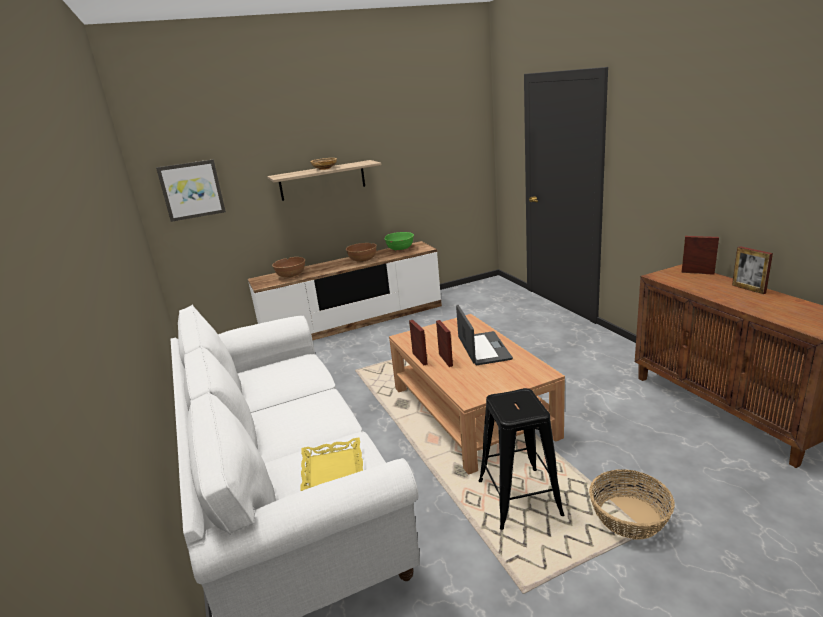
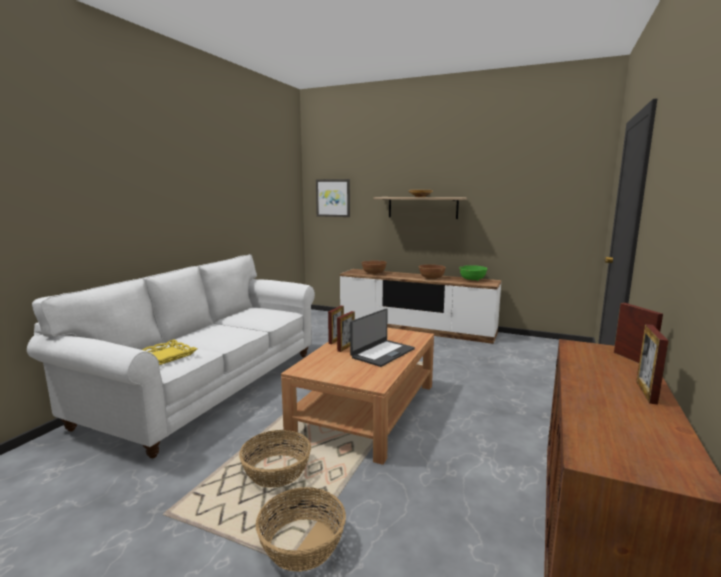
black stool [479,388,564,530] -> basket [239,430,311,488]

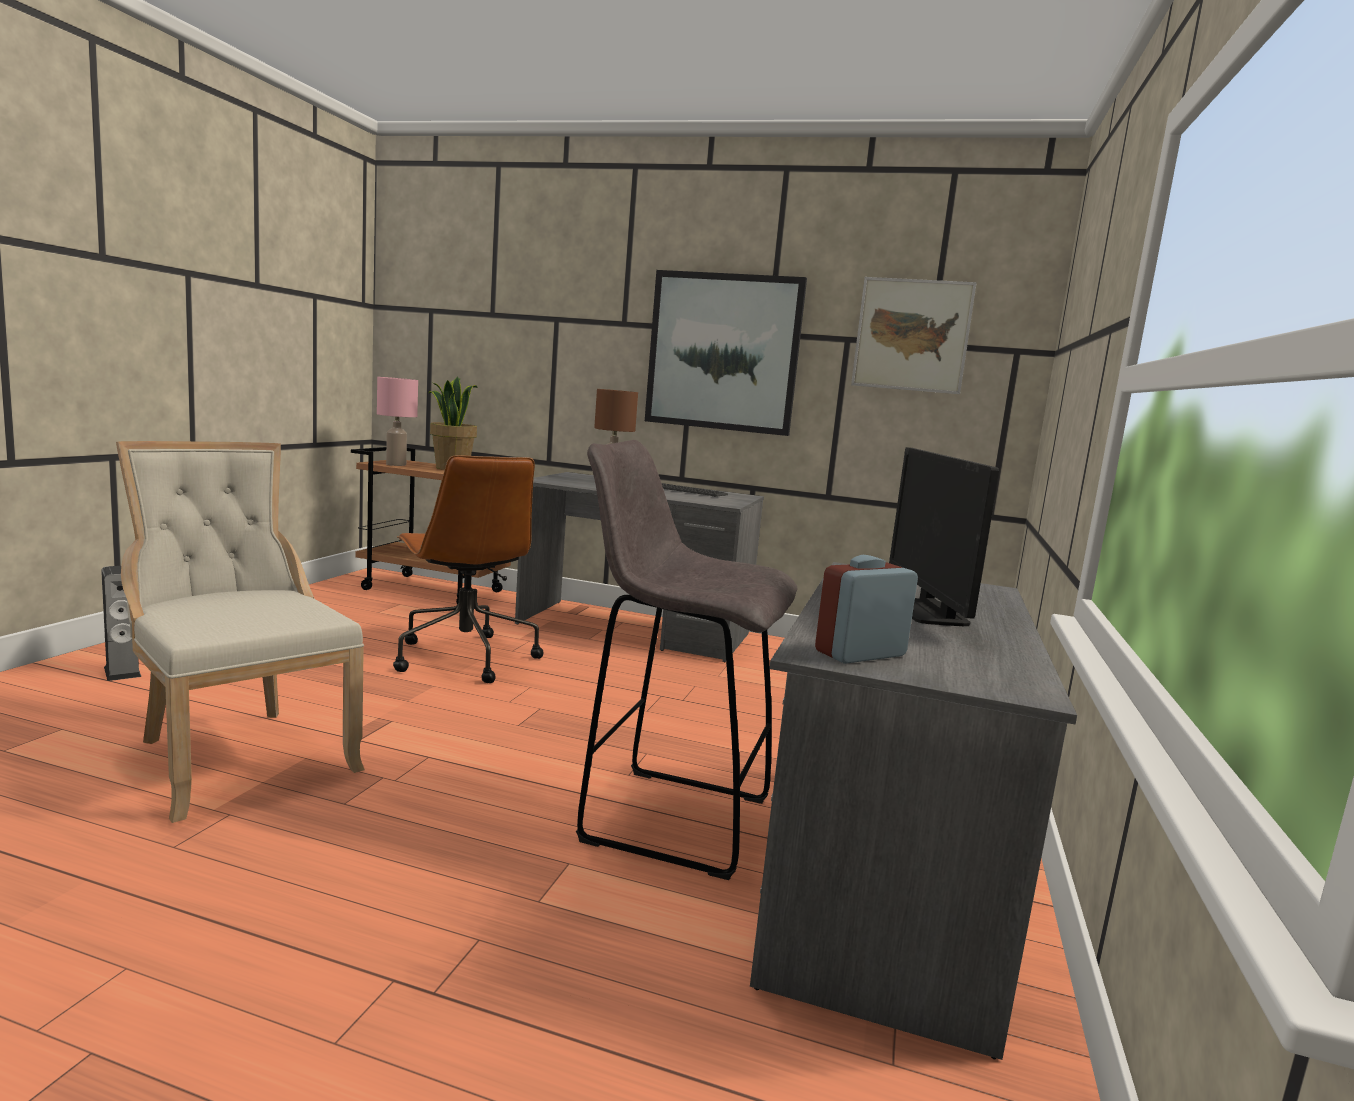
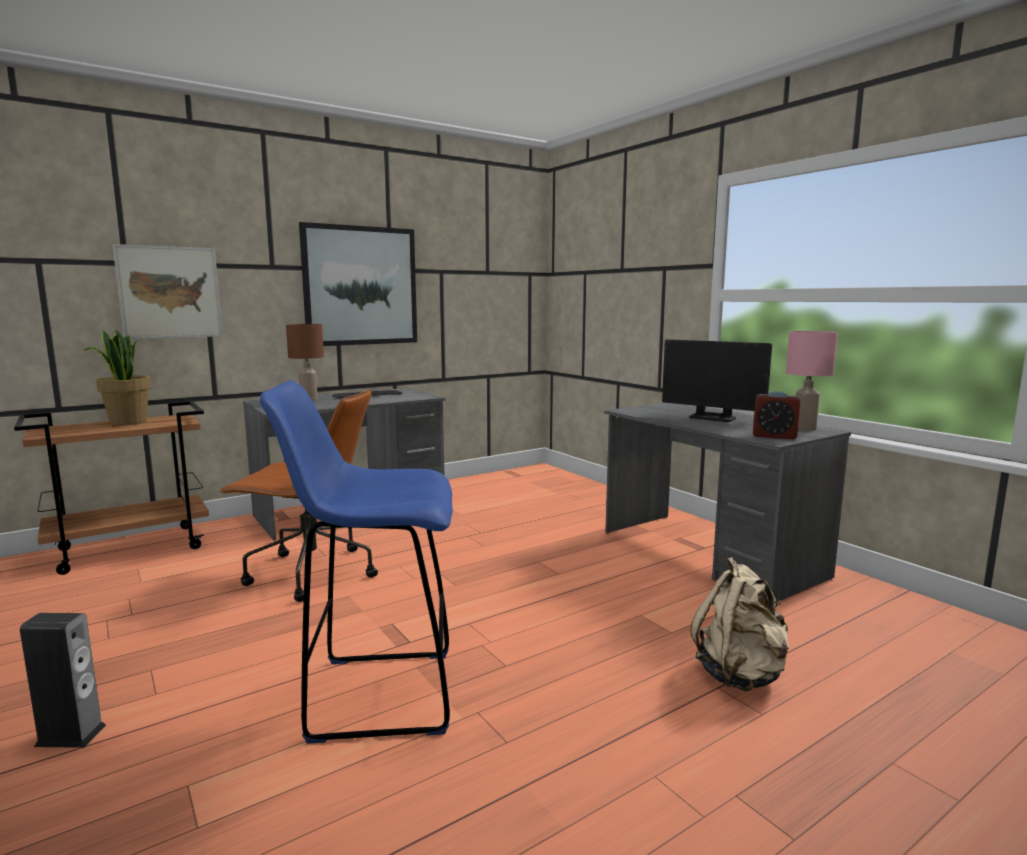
picture [851,277,977,394] -> picture [112,244,223,339], relocated
pink table lamp [377,377,418,466] -> pink table lamp [786,331,838,431], relocated
grey stool [576,440,798,880] -> none
beige chair [116,441,365,823] -> blue stool [260,380,453,744]
alarm clock [815,555,918,664] -> alarm clock [753,391,800,439], 75 degrees counterclockwise
none -> beige backpack [690,557,789,691]

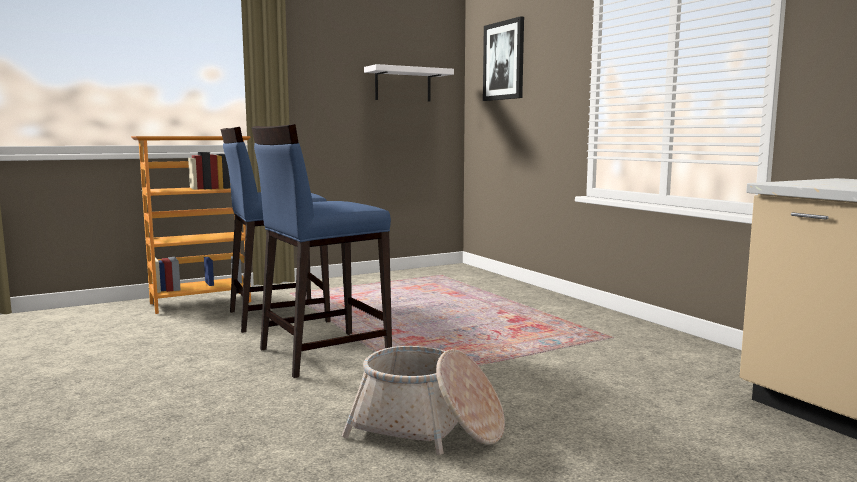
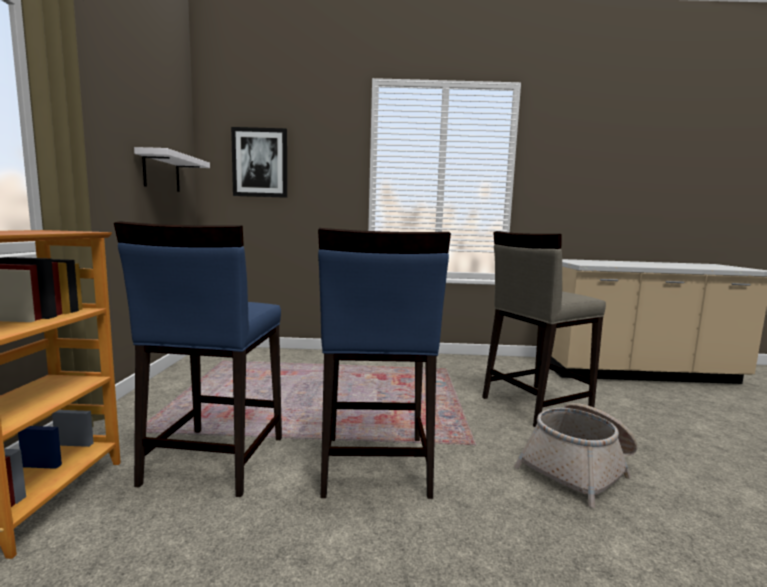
none -> beige stool [482,231,606,427]

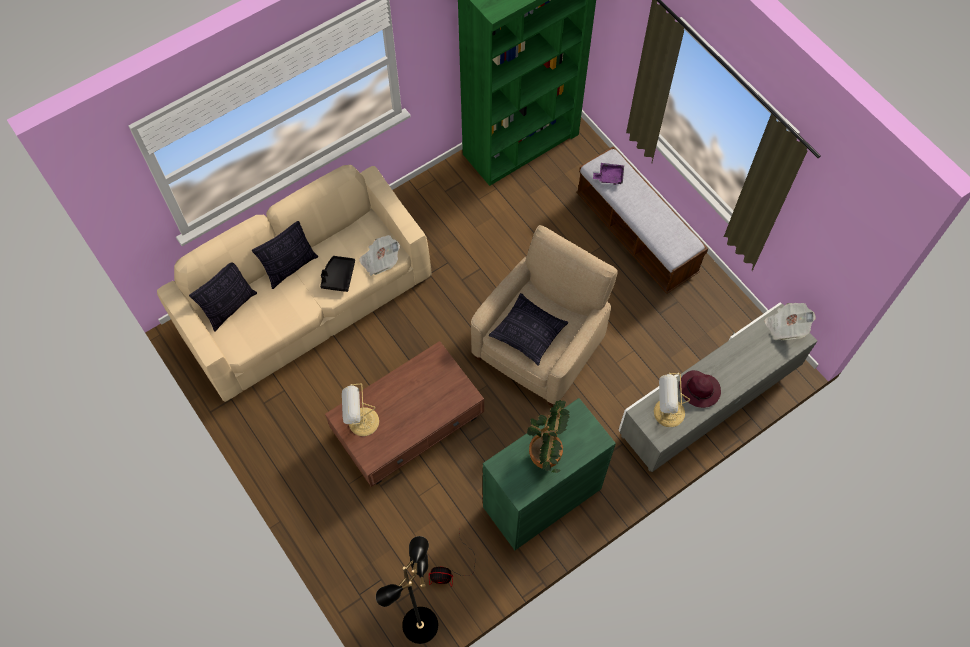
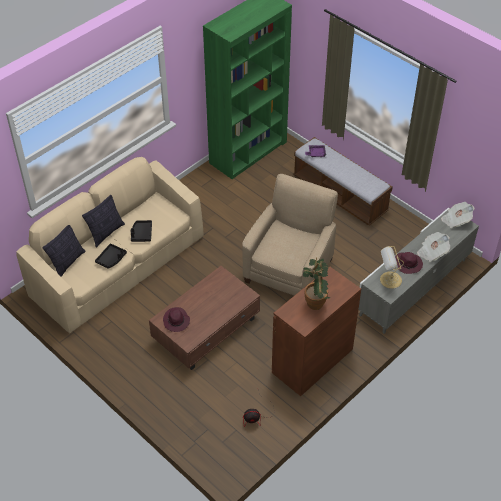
newspaper [359,235,400,276] -> newspaper [417,232,450,262], relocated
pillow [489,293,568,365] -> none
table lamp [342,384,379,436] -> purple hat [163,307,190,332]
green cabinet [483,398,616,550] -> brown cabinet [272,267,361,396]
black floor lamp [376,536,438,644] -> none
none -> black tray [95,243,127,269]

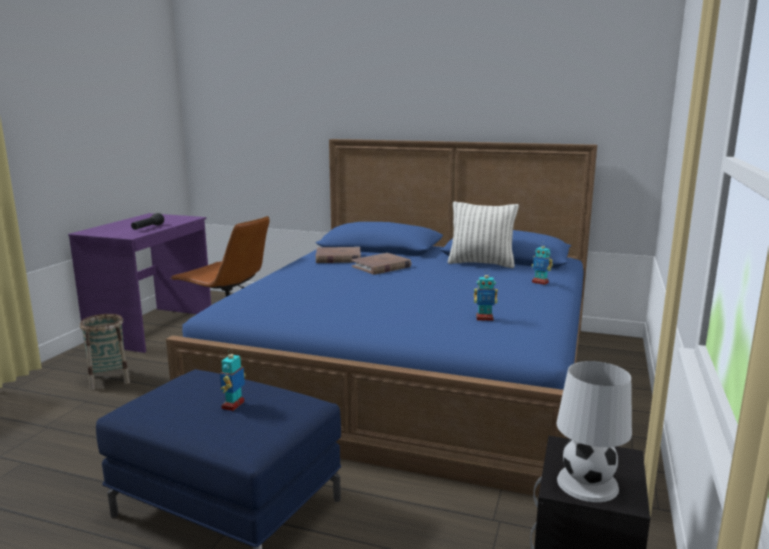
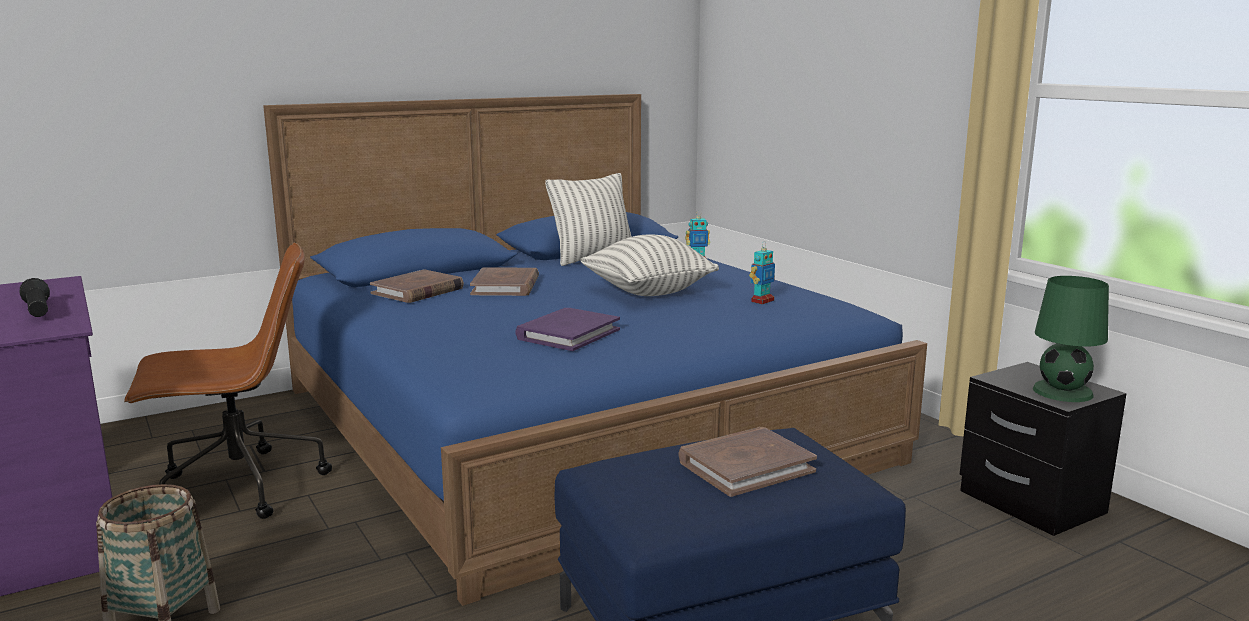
toy robot [220,348,246,411] -> brown book [679,427,817,497]
white table lamp [557,361,632,502] -> green table lamp [1033,276,1109,402]
none -> pillow [580,234,719,296]
none -> purple book [515,308,620,351]

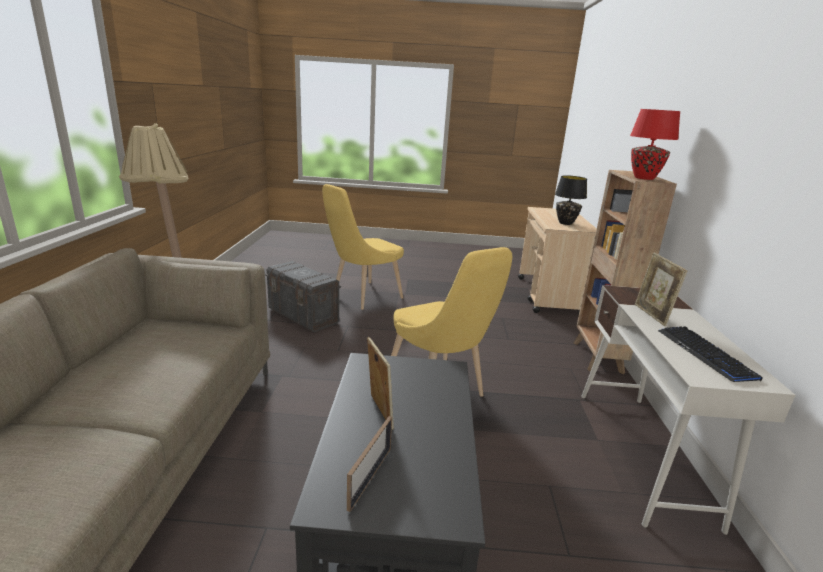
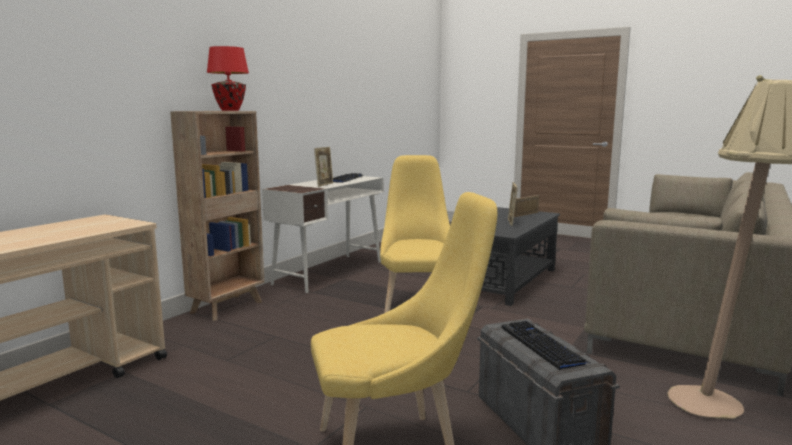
black table lamp [555,175,587,225] -> none
none -> keyboard [501,321,592,371]

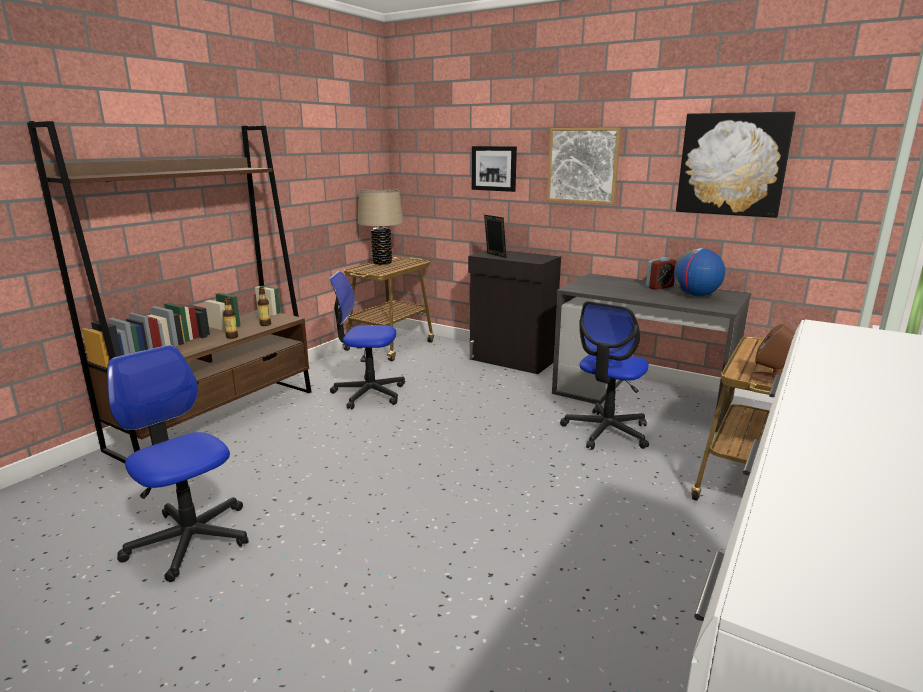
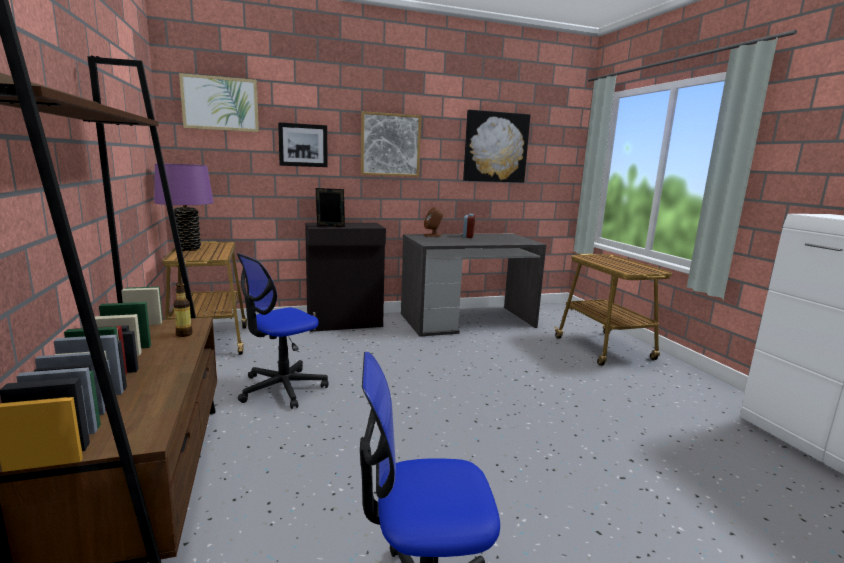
beige table lamp [358,189,404,265] -> purple table lamp [154,164,214,251]
globe [674,248,725,297] -> none
bottle [223,297,238,339] -> none
office chair [560,301,649,450] -> none
brown speaker [751,324,795,384] -> brown speaker [424,207,443,237], relocated
none -> picture [179,73,259,132]

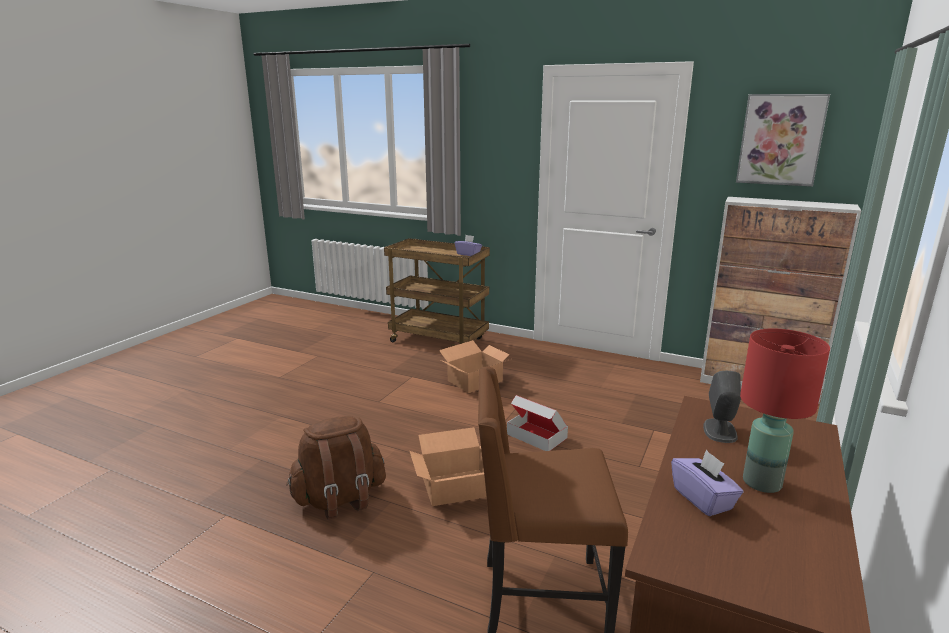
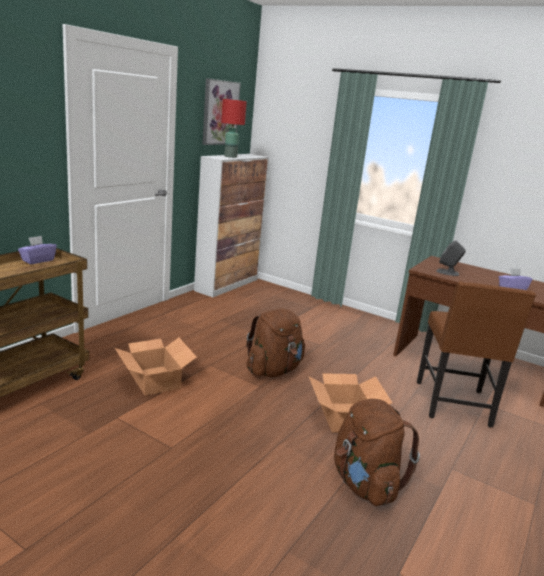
red table lamp [740,328,830,493] -> red table lamp [221,99,247,158], relocated
cardboard box [507,395,568,451] -> brown backpack [246,309,305,377]

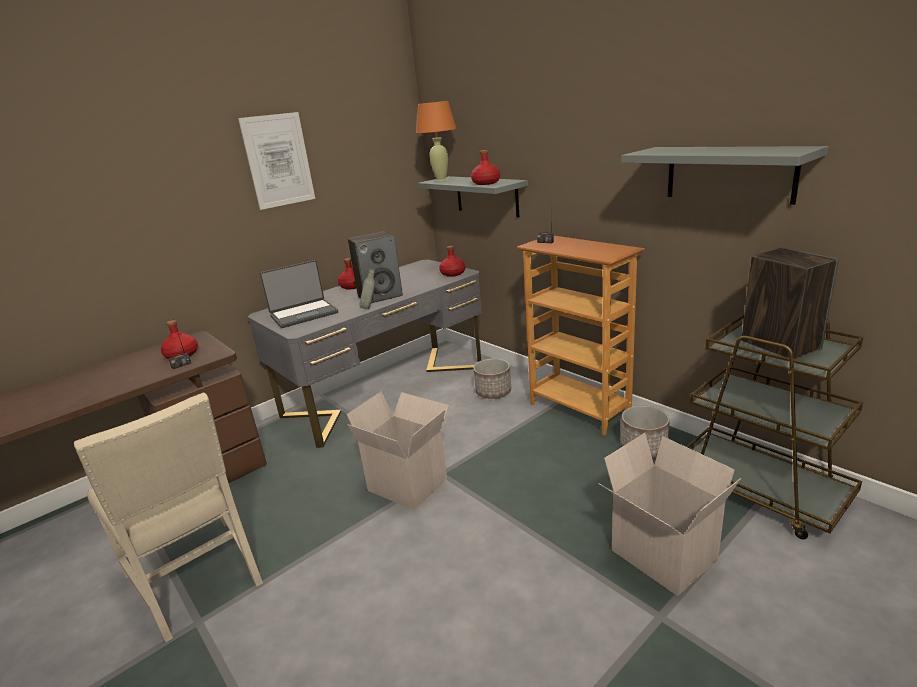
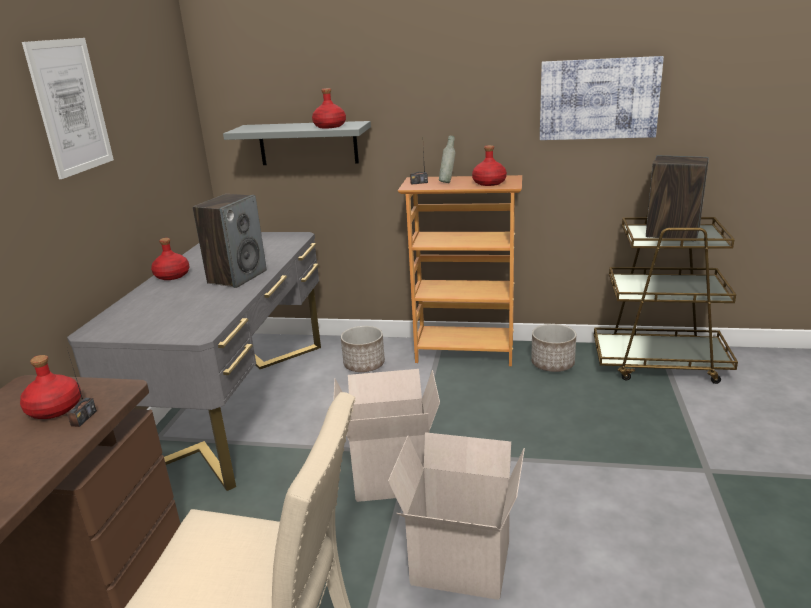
orange table lamp [416,101,456,182] -> none
grey shelf [621,146,828,205] -> picture [540,56,664,140]
red bottle [439,246,465,277] -> red bottle [472,145,507,186], relocated
laptop [259,260,338,328] -> none
grey bottle [359,268,375,309] -> grey bottle [439,135,455,183], relocated
cardboard box [598,433,741,596] -> cardboard box [388,432,525,600], relocated

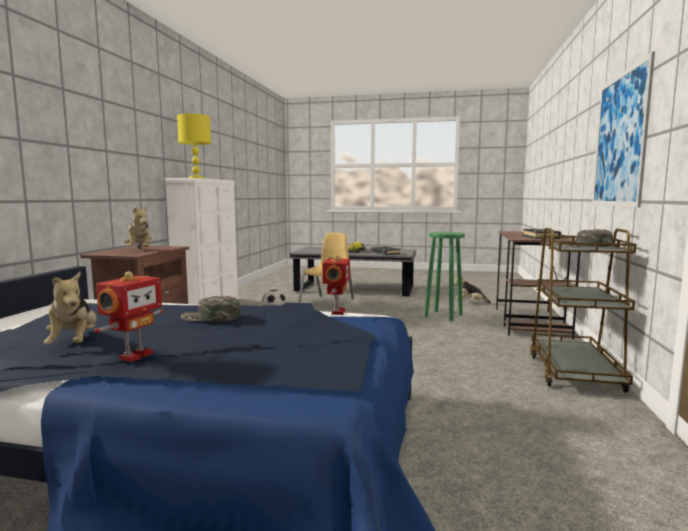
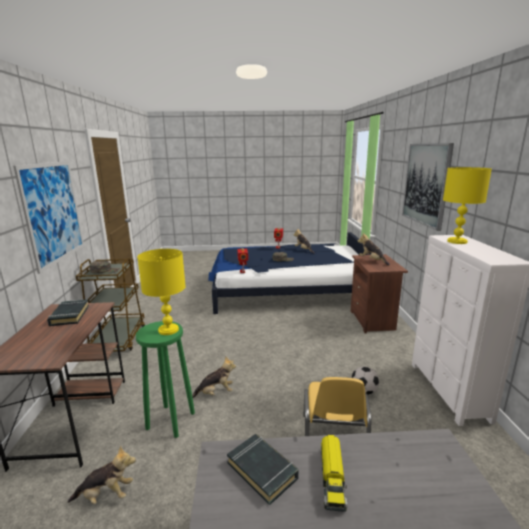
none -> picture [402,143,454,231]
none -> yellow table lamp [137,249,186,335]
none -> plush toy [192,357,236,398]

